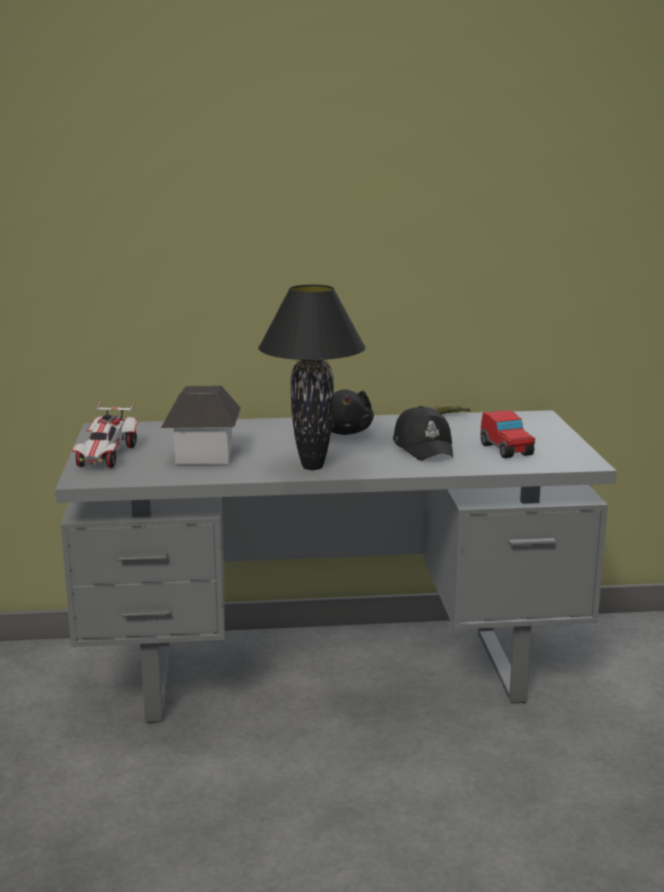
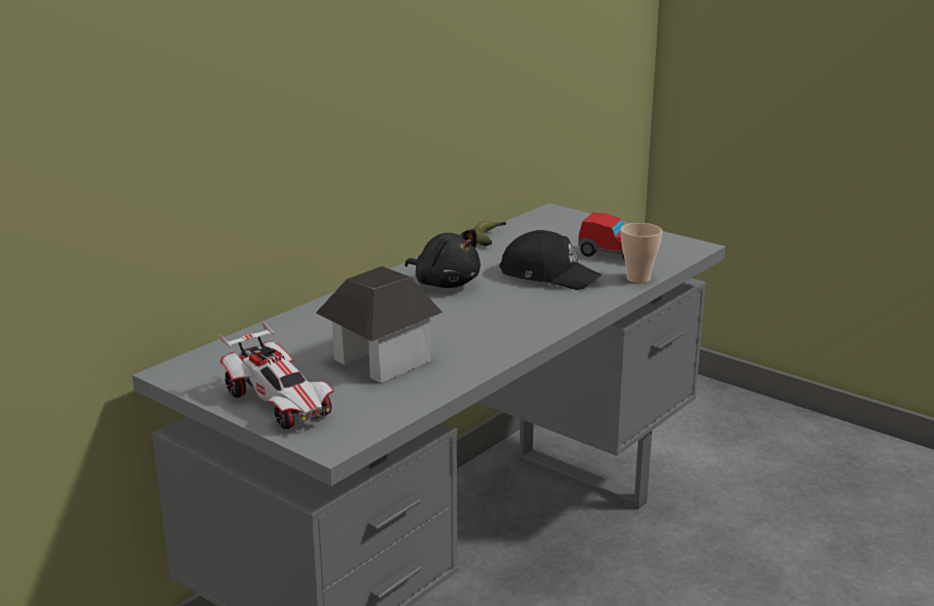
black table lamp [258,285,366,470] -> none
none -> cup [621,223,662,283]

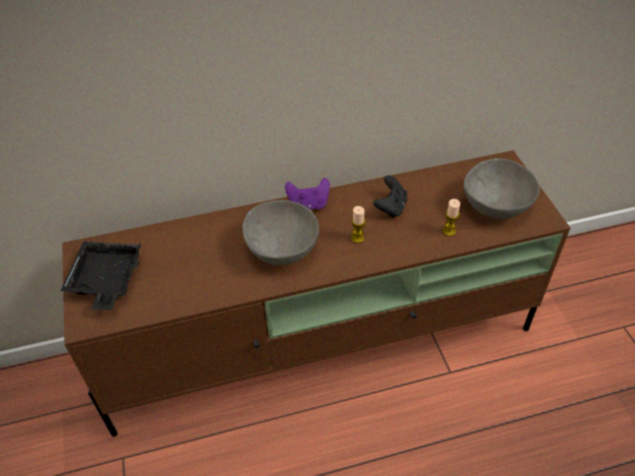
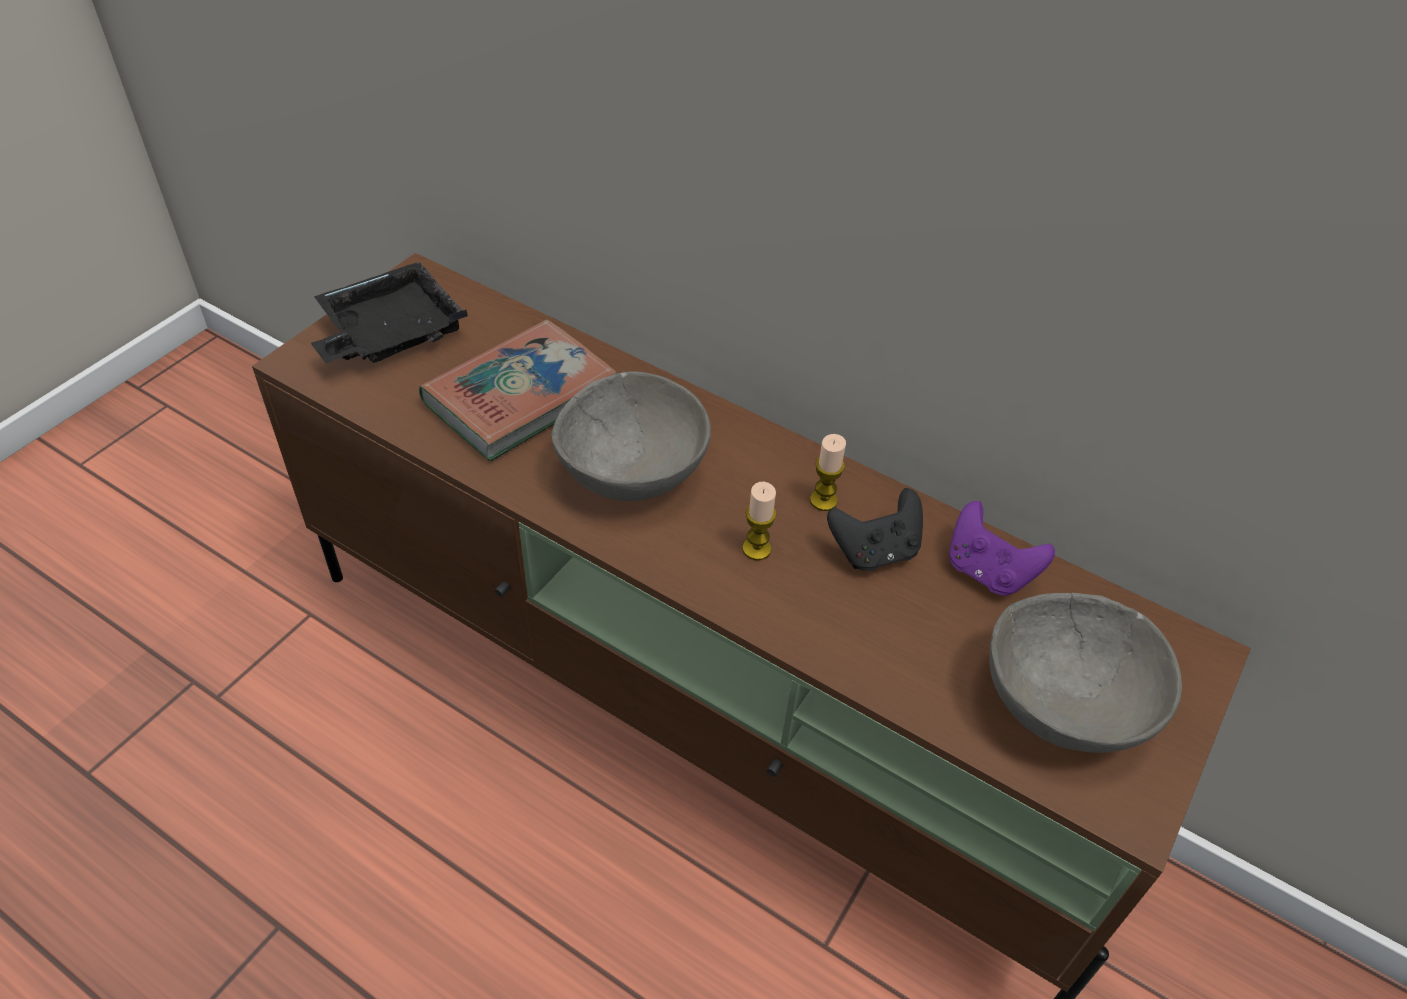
purple game controller [285,178,330,209] -> purple game controller [949,501,1055,596], relocated
candle [442,199,460,236] -> candle [810,434,846,511], relocated
none -> book [419,320,617,461]

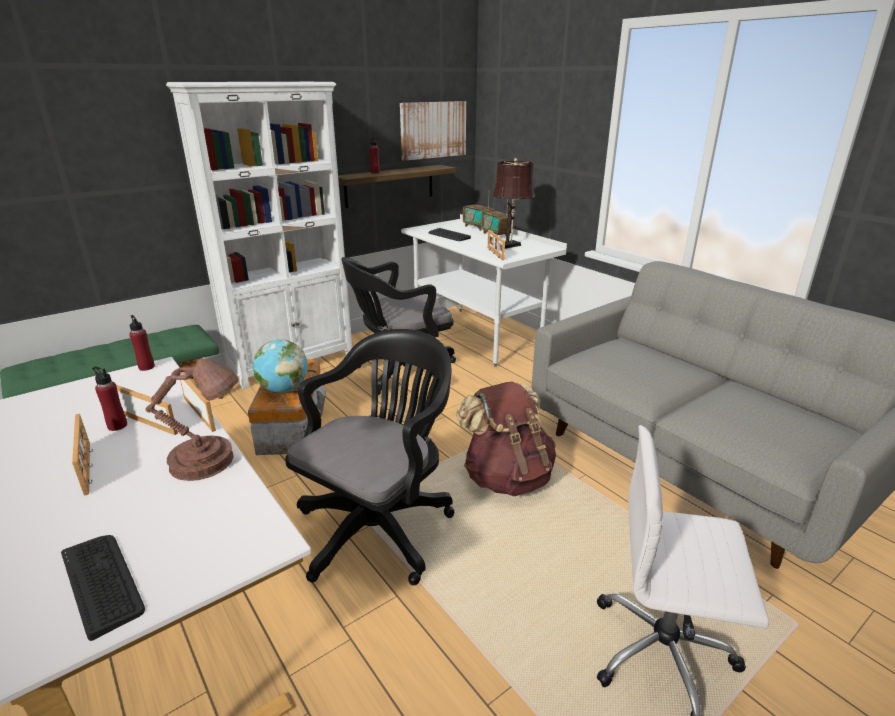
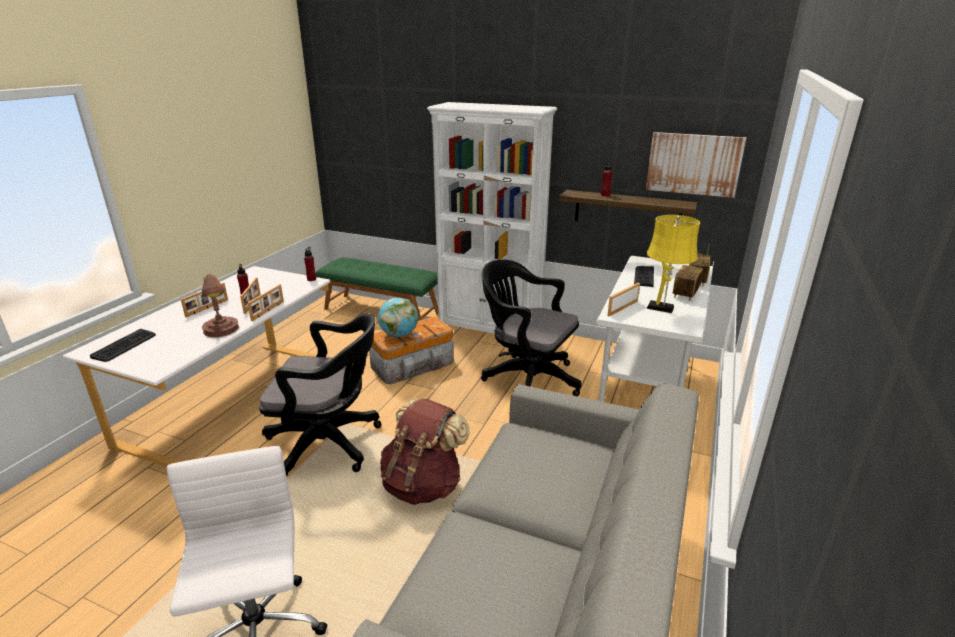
brown table lamp [493,158,535,249] -> yellow table lamp [647,215,700,313]

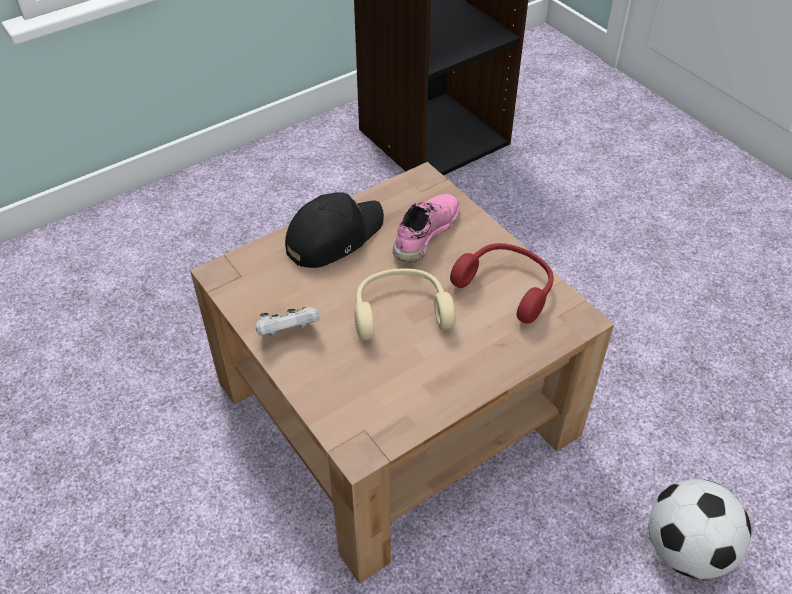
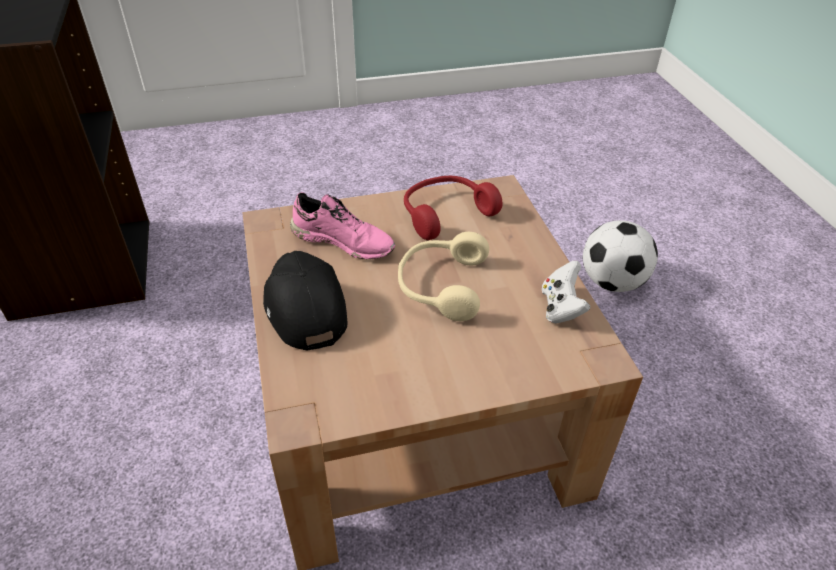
pink shoe [393,194,460,262] -> pink shoe [290,192,395,259], 150 degrees clockwise
white game controller [255,307,320,336] -> white game controller [542,261,591,323], relocated

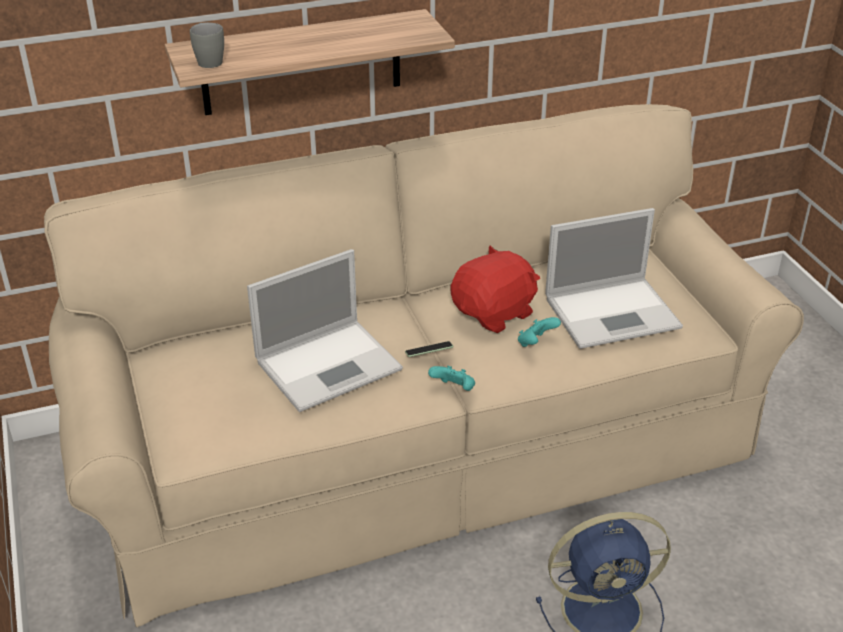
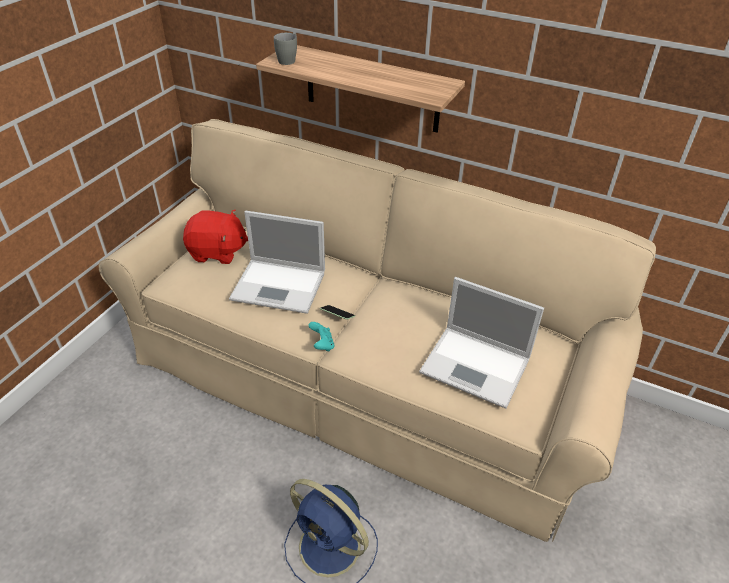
red plush toy [450,246,540,333] -> red plush toy [183,210,248,264], relocated
turquoise game controller [518,317,561,347] -> none

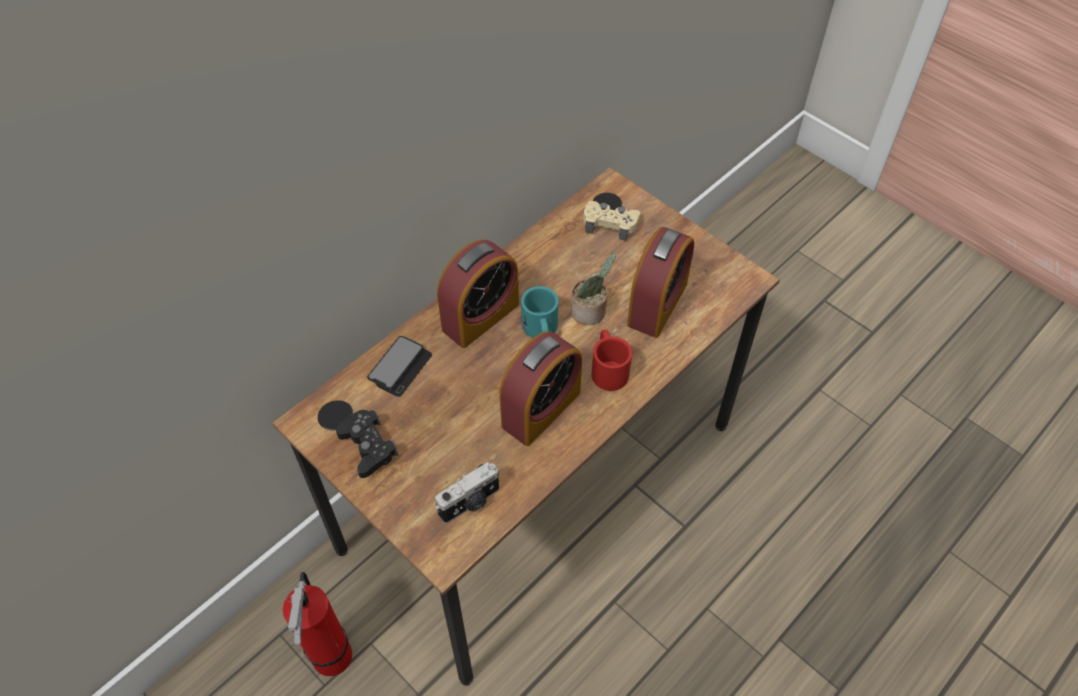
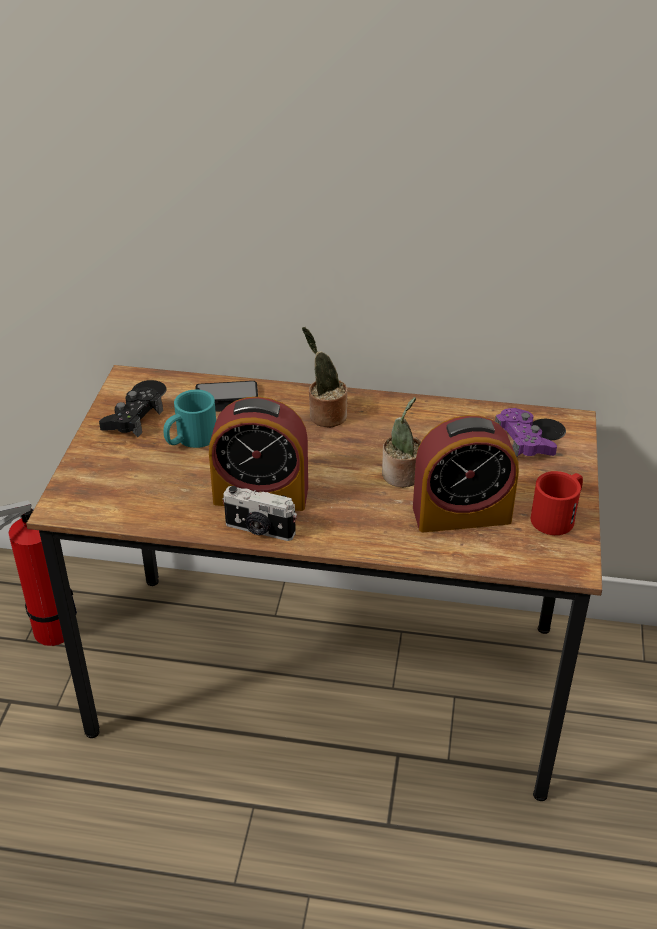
beige game controller [583,201,641,241] -> purple game controller [495,408,557,457]
alarm clock [437,240,519,348] -> potted plant [302,327,347,427]
turquoise mug [521,286,559,338] -> turquoise mug [163,389,216,448], relocated
red mug [592,330,632,391] -> red mug [531,471,583,535], relocated
photo camera [435,462,499,524] -> photo camera [223,486,297,541], relocated

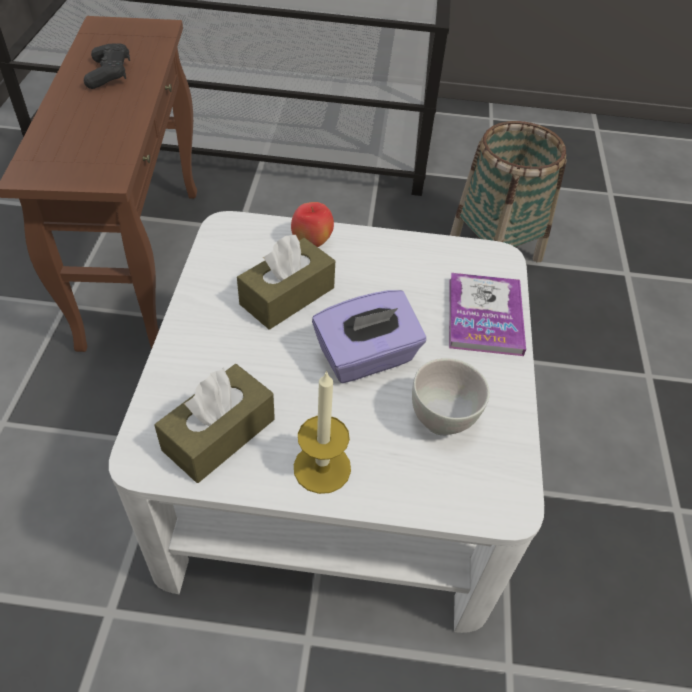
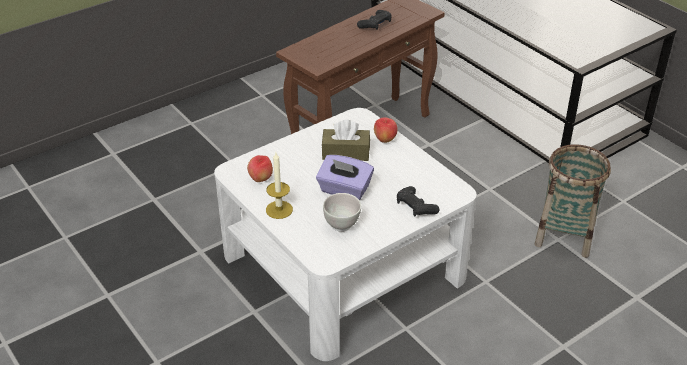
book [449,273,526,356] -> black game controller [397,186,439,217]
brown tissue box [154,364,275,483] -> apple [247,155,273,182]

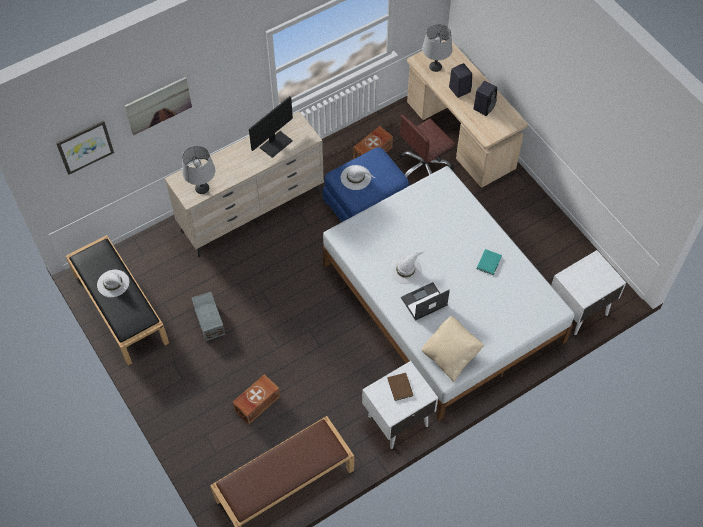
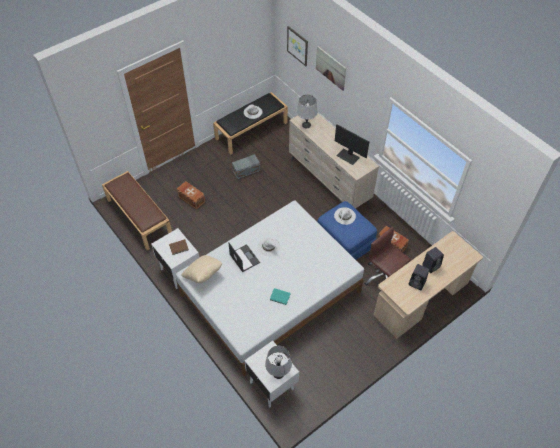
grey table lamp [422,24,452,72] -> grey table lamp [265,346,292,379], relocated

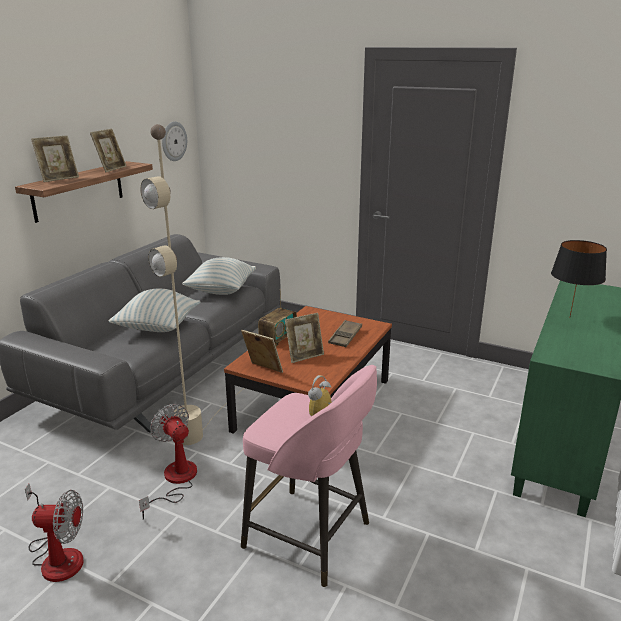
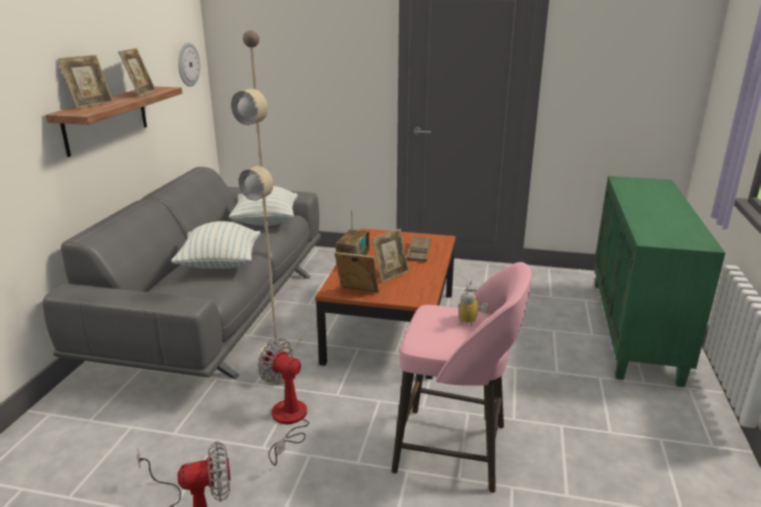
black table lamp [551,240,607,316] -> none

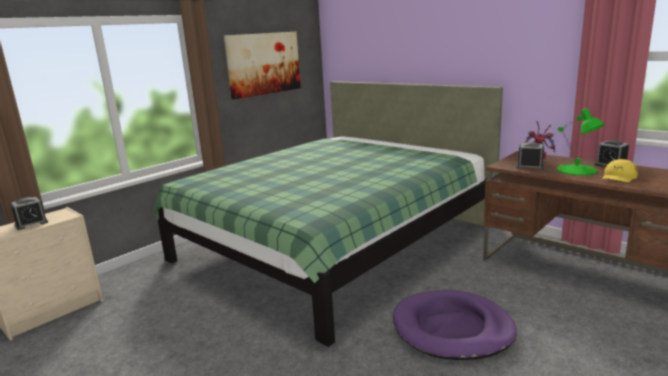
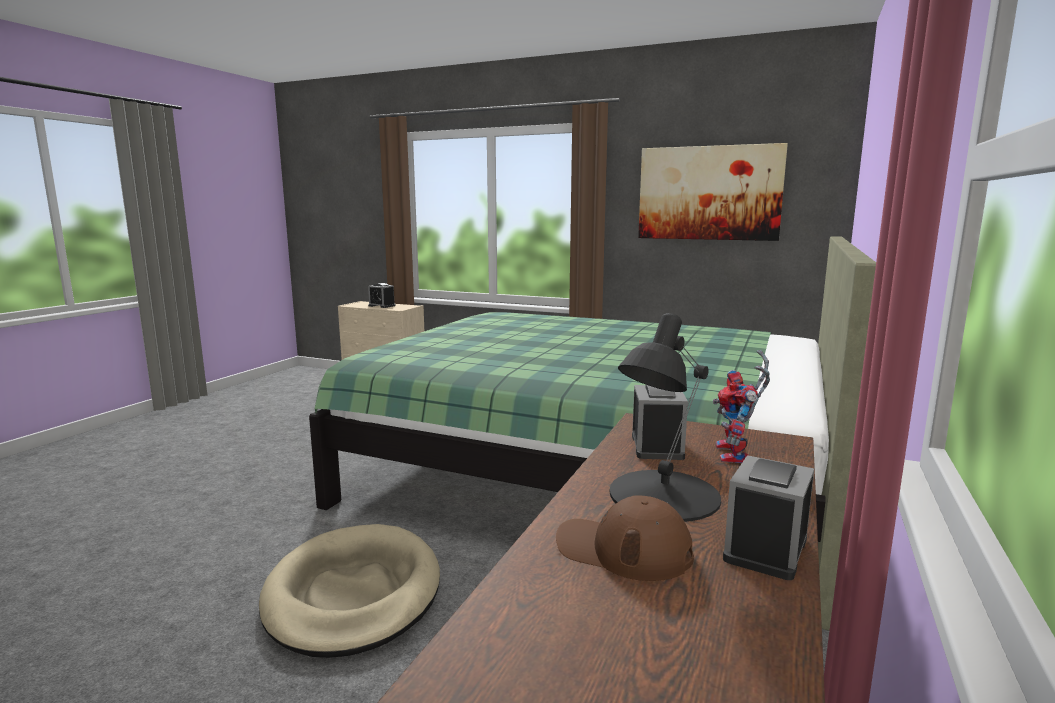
green table lamp [557,108,605,175] -> black table lamp [610,313,721,522]
yellow cap [602,159,638,182] -> brown cap [556,495,694,581]
purple dog bed [393,290,517,360] -> beige dog bed [259,524,440,658]

